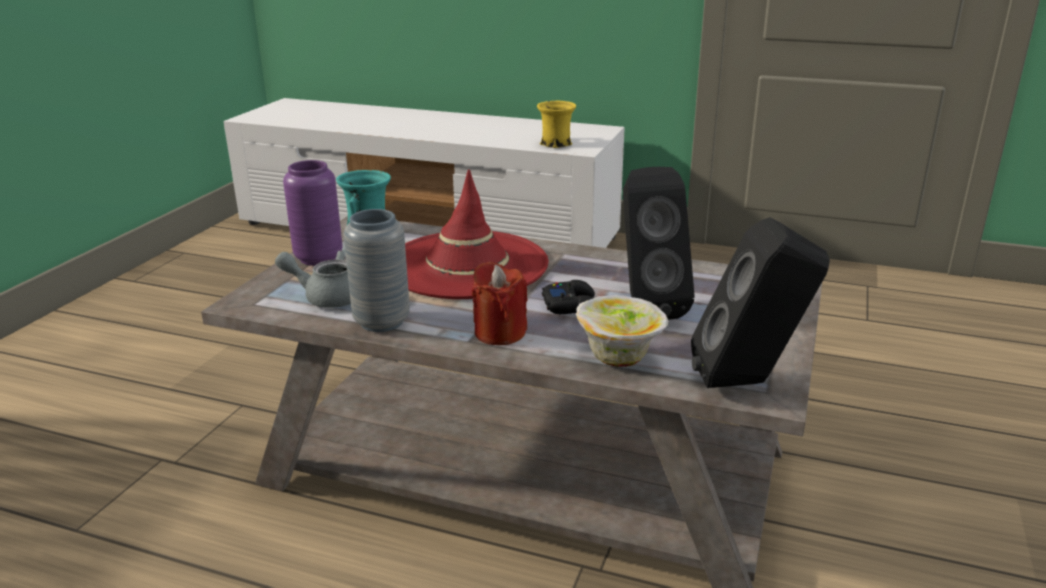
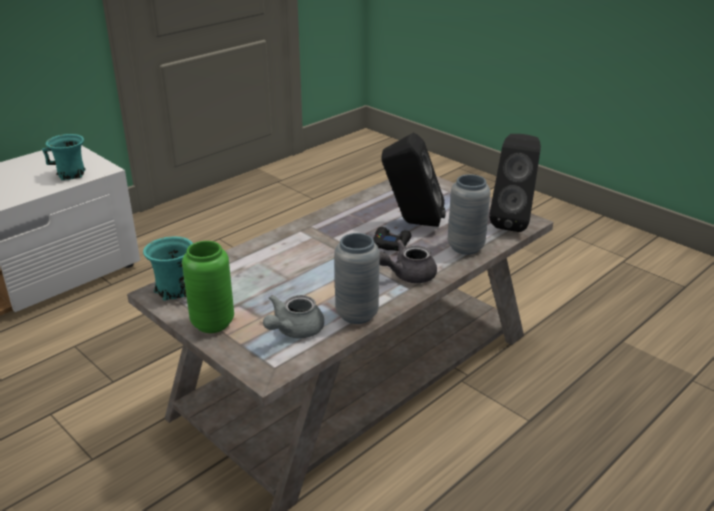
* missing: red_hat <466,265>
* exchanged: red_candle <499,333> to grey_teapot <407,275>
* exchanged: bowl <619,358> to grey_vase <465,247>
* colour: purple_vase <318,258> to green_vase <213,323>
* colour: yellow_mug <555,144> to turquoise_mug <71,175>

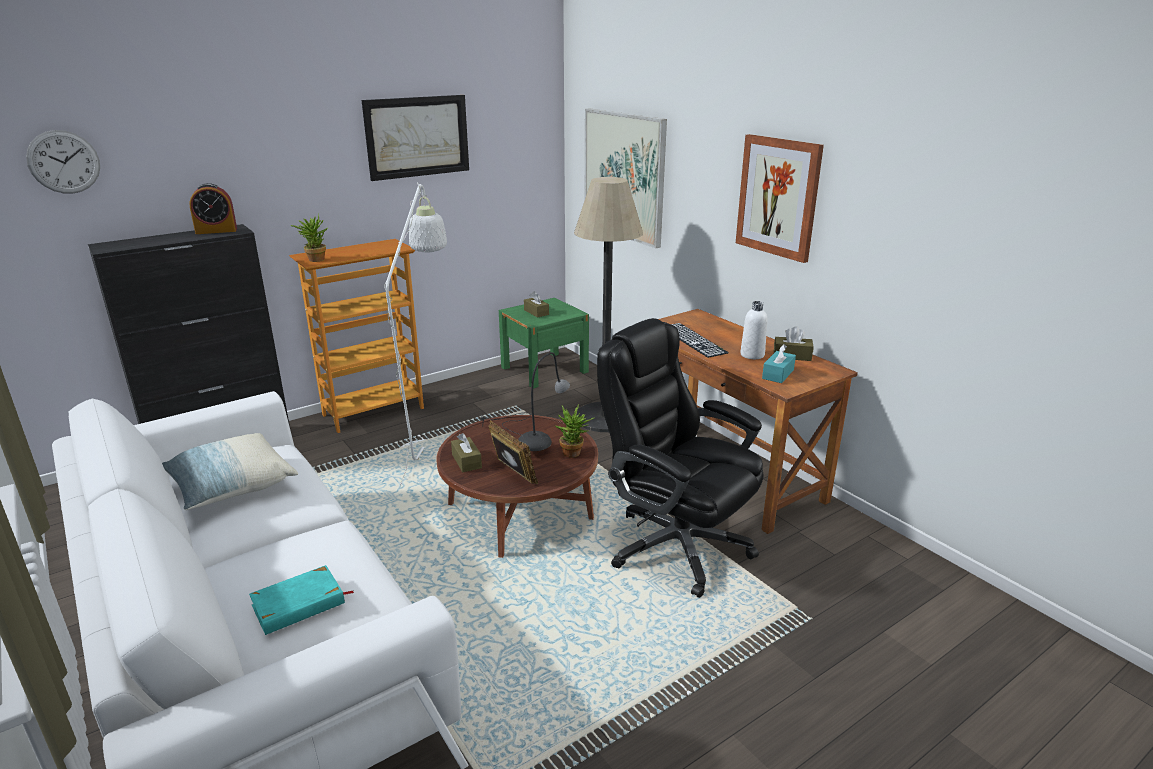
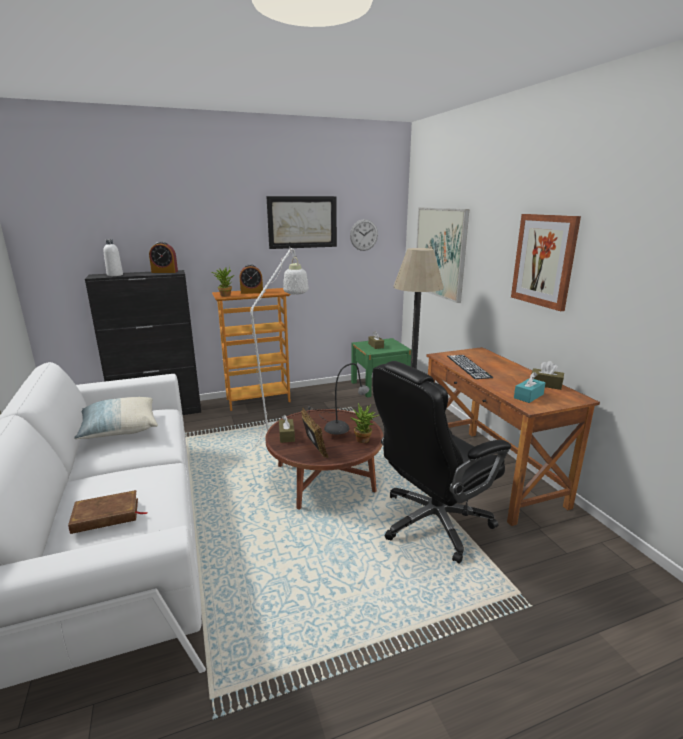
* appeared: alarm_clock <251,292>
* relocated: wall_clock <64,162> to <364,235>
* relocated: white_bottle <752,355> to <115,275>
* colour: turquoise_book <299,604> to brown_book <106,516>
* spun: black_office_chair <676,545> = <432,522> 90 degrees counterclockwise

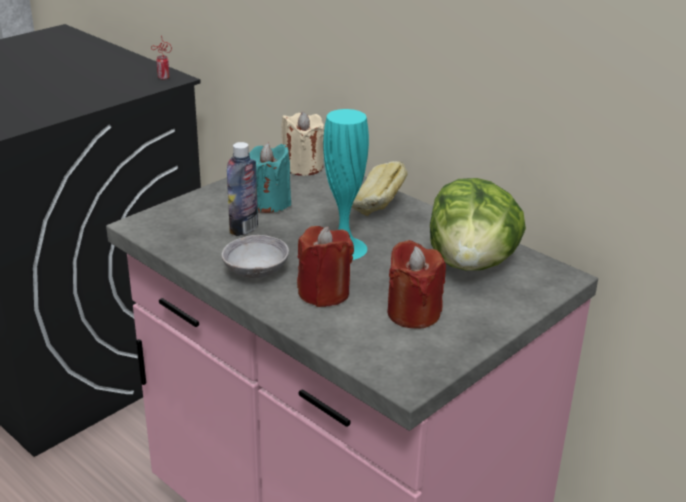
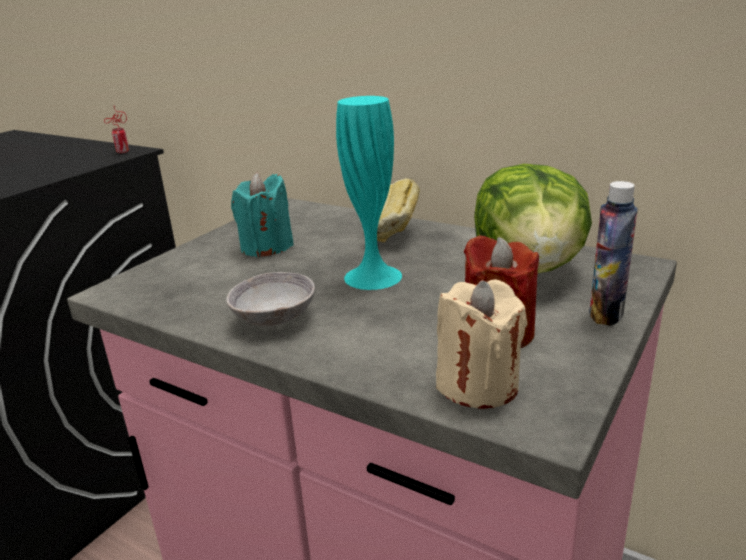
* missing: red_candle <324,293>
* relocated: bottle <244,228> to <606,313>
* relocated: beige_candle <302,167> to <478,385>

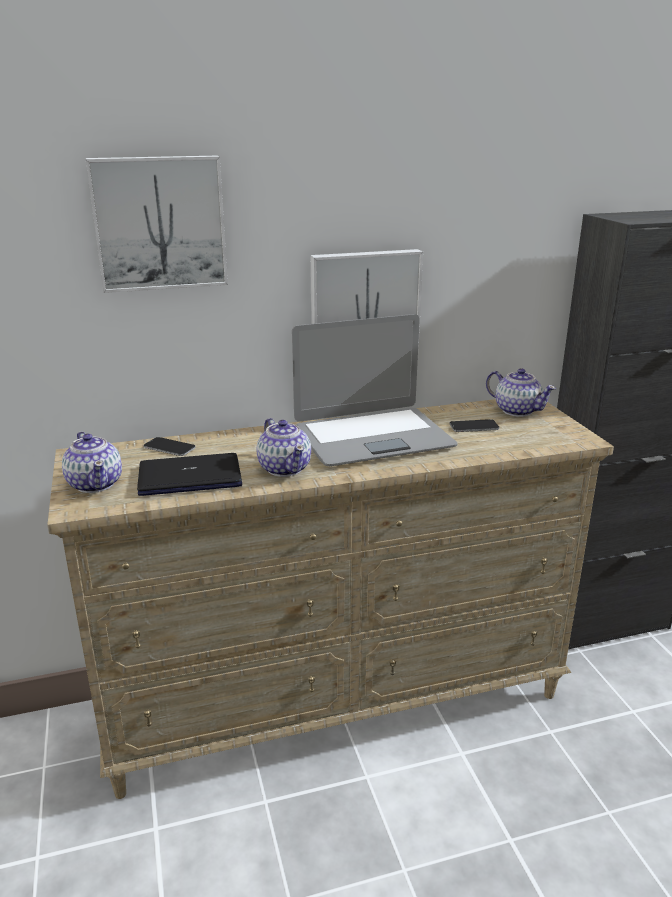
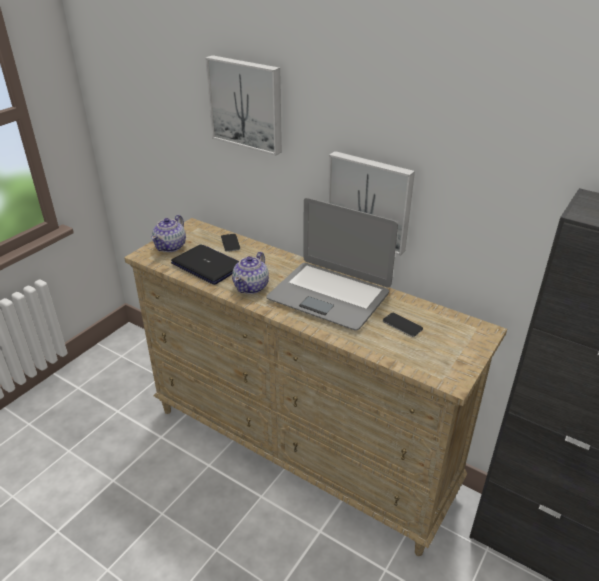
* missing: teapot <517,410>

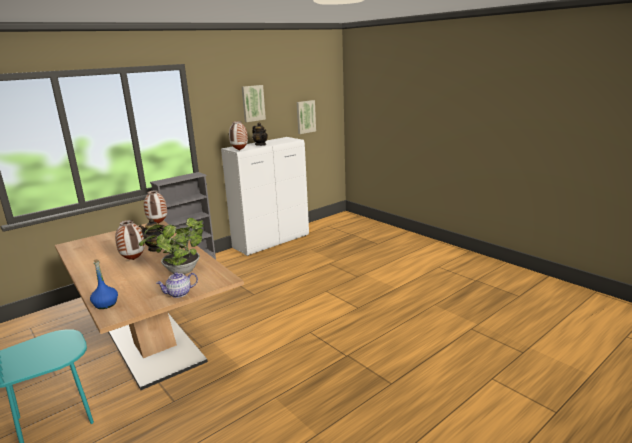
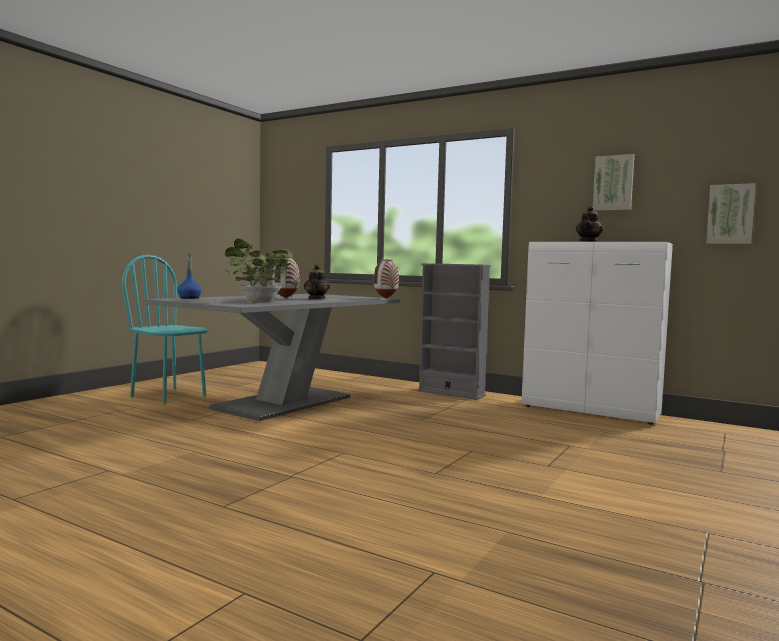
* missing: teapot <179,293>
* missing: vase <239,150>
* colour: brown_dining_table <155,346> to grey_dining_table <283,403>

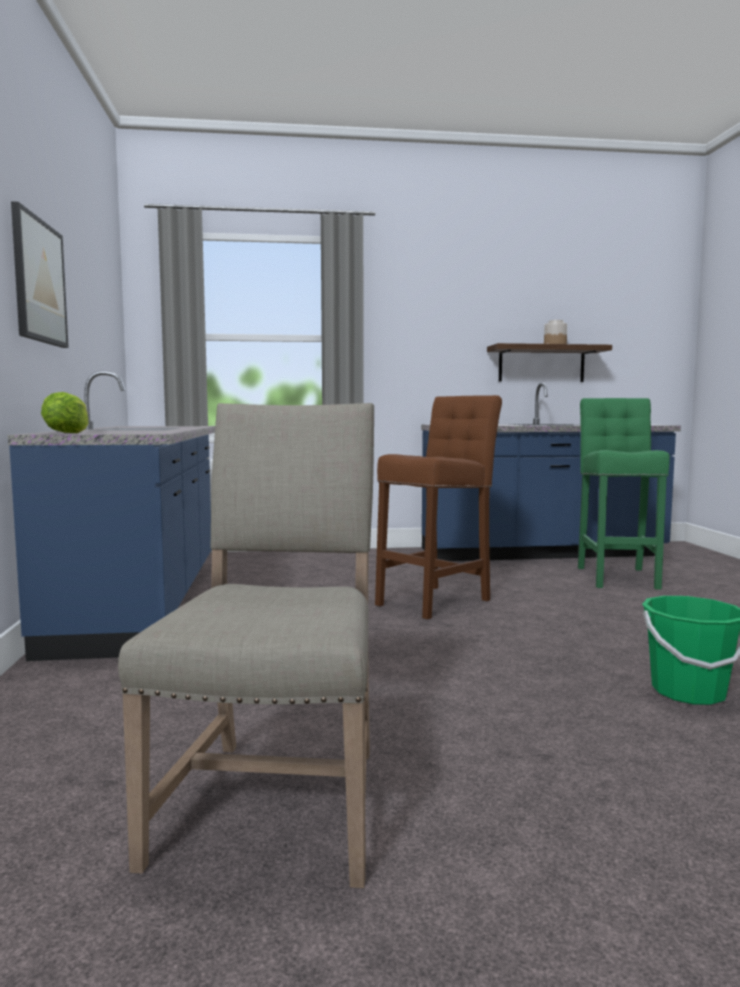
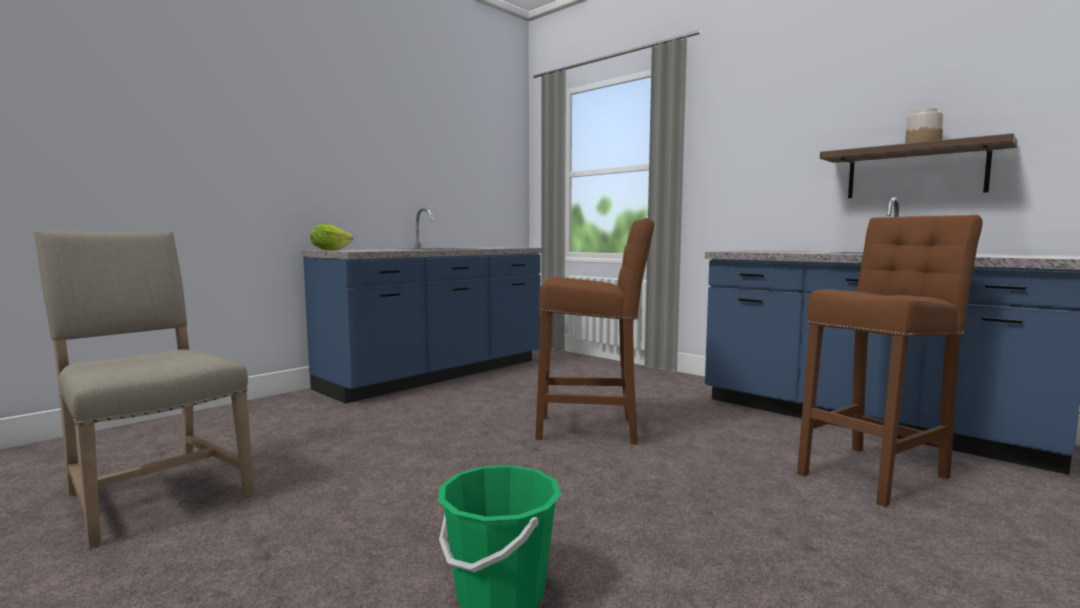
* missing: picture <39,281>
* colour: green_stool <617,576> to brown_stool <876,473>
* spun: beige_chair <277,799> = <152,493> 105 degrees counterclockwise

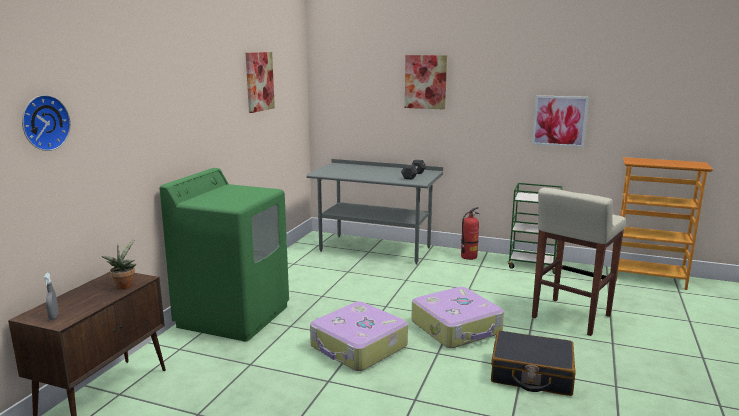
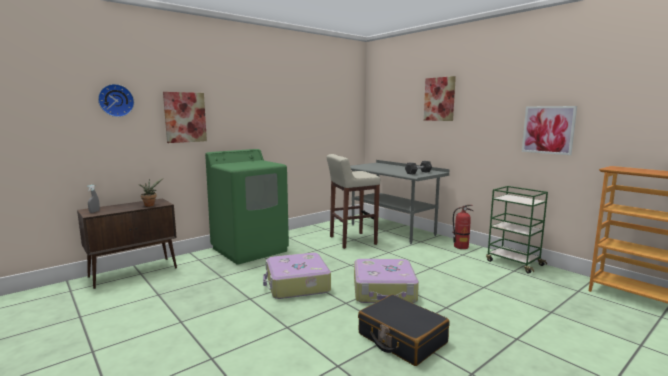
* relocated: picture <259,81> to <185,117>
* relocated: beige_stool <570,317> to <352,240>

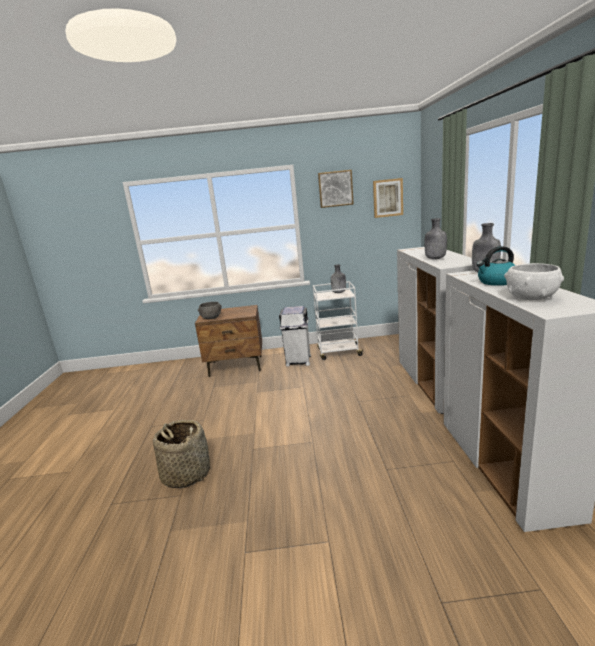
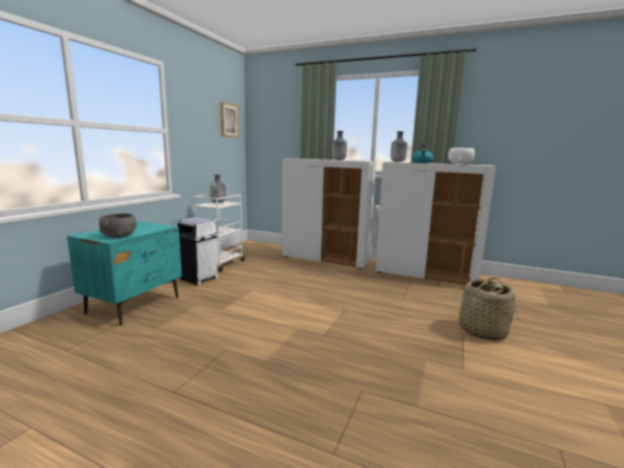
* missing: picture <335,189>
* relocated: basket <186,474> to <481,331>
* colour: brown_nightstand <236,366> to turquoise_nightstand <135,305>

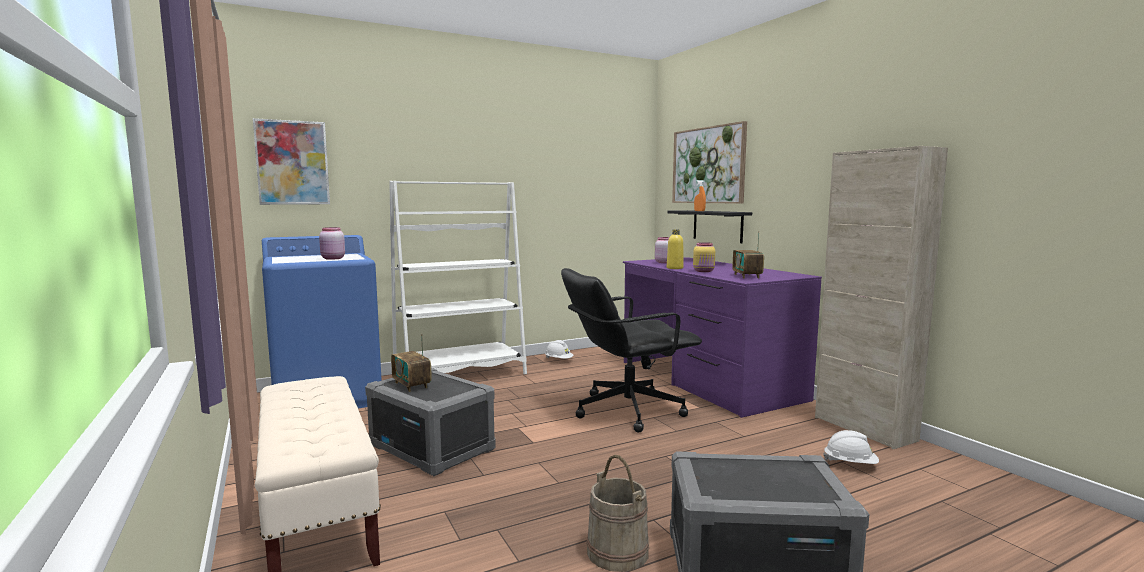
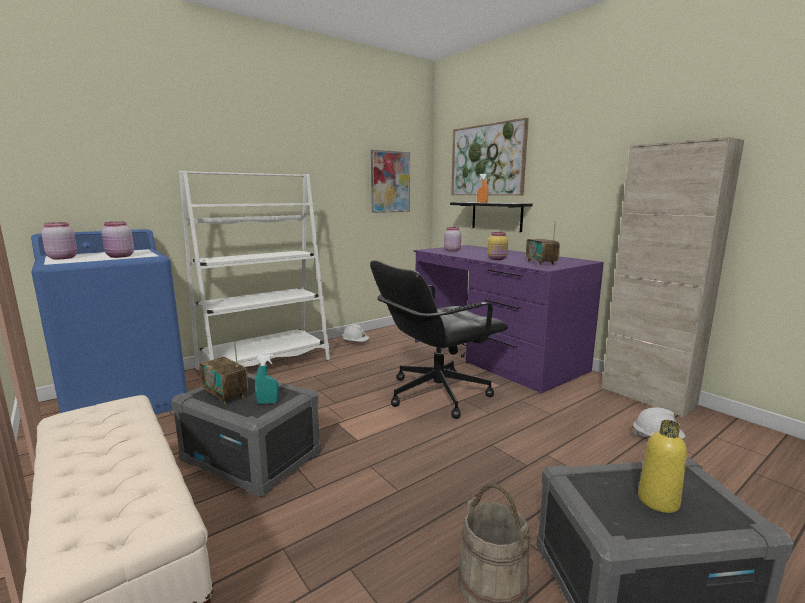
* appeared: pink_jar <62,258>
* appeared: turquoise_spray_bottle <268,402>
* relocated: picture <292,163> to <390,182>
* relocated: yellow_bottle <674,268> to <658,501>

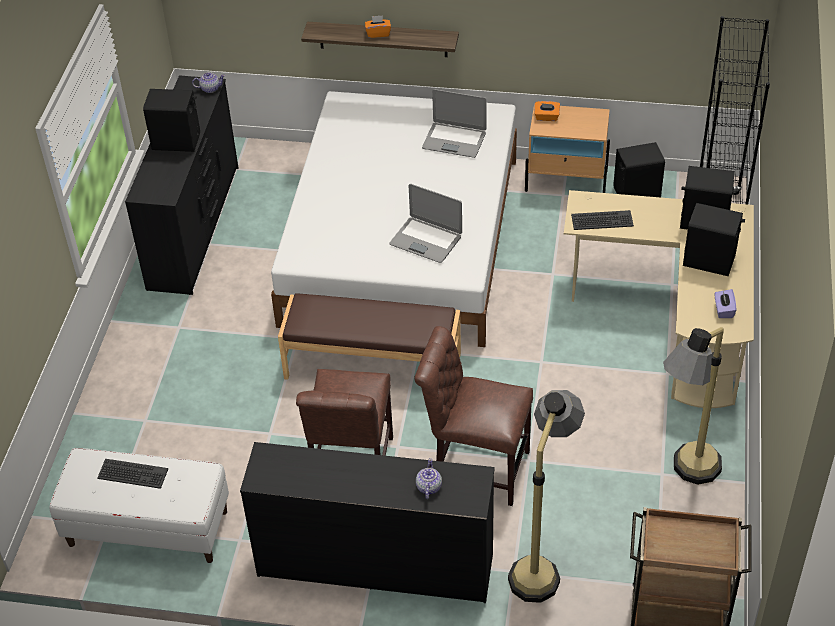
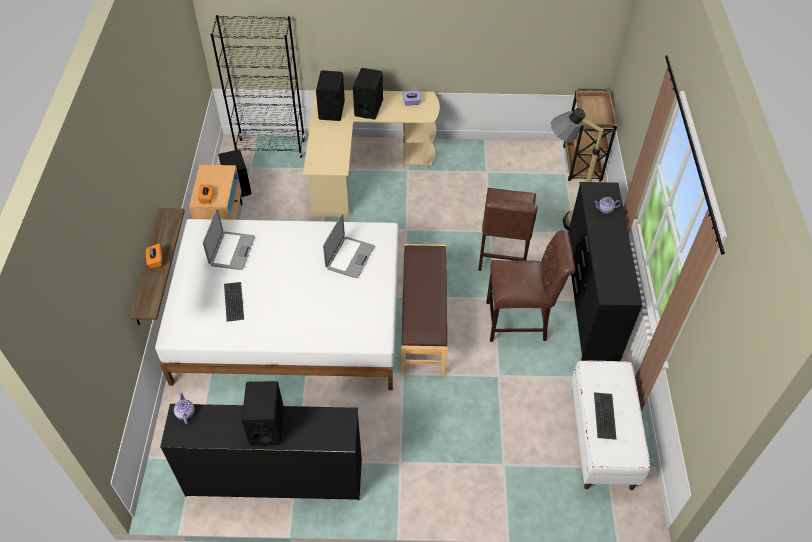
* missing: floor_lamp <684,479>
* relocated: keyboard <602,221> to <234,301>

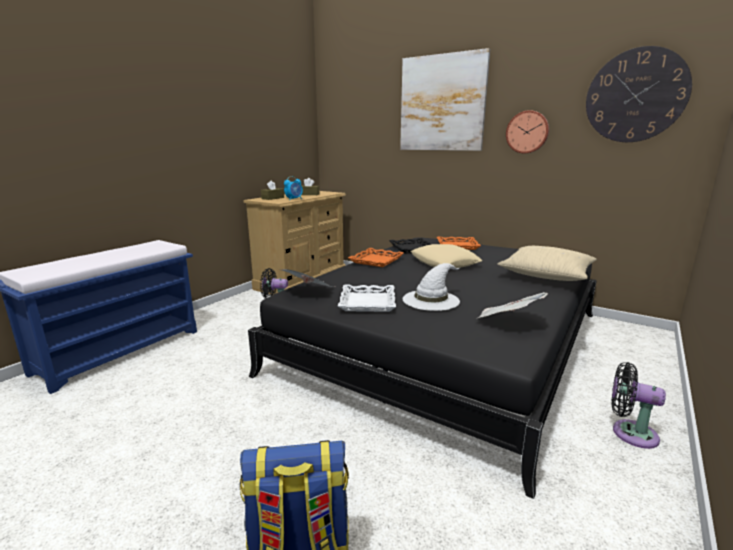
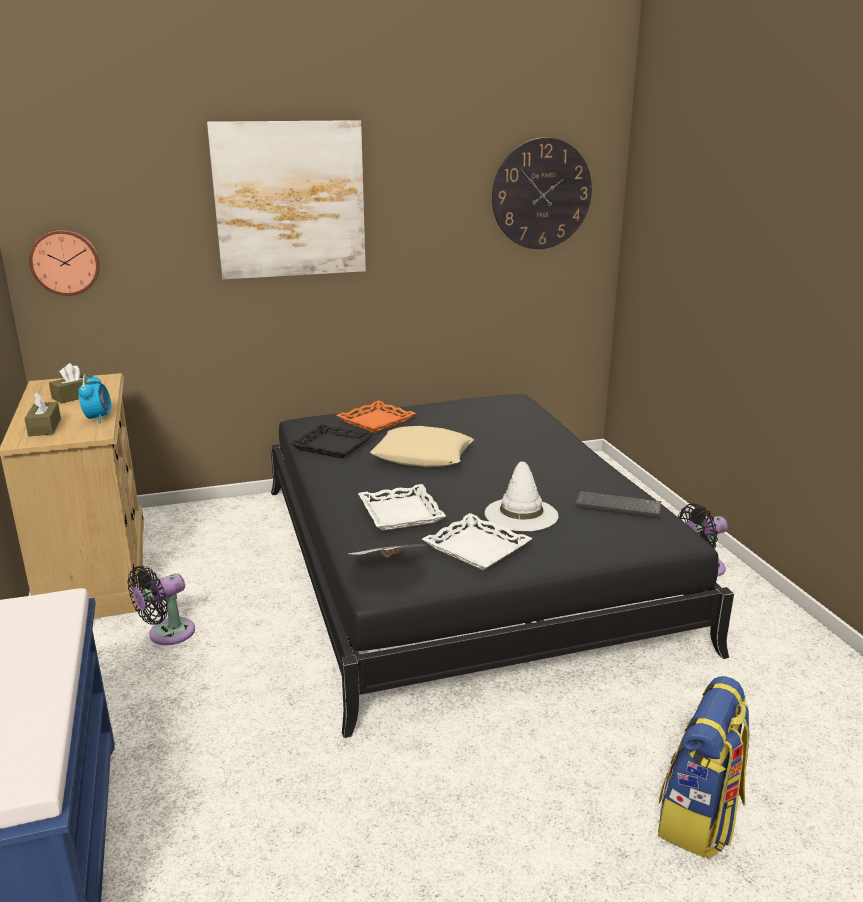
* missing: orange_tray <376,261>
* missing: beige_pillow <546,274>
* appeared: white_tray <401,513>
* relocated: wall_clock <527,132> to <65,262>
* exchanged: newspaper <507,321> to keyboard <616,507>

